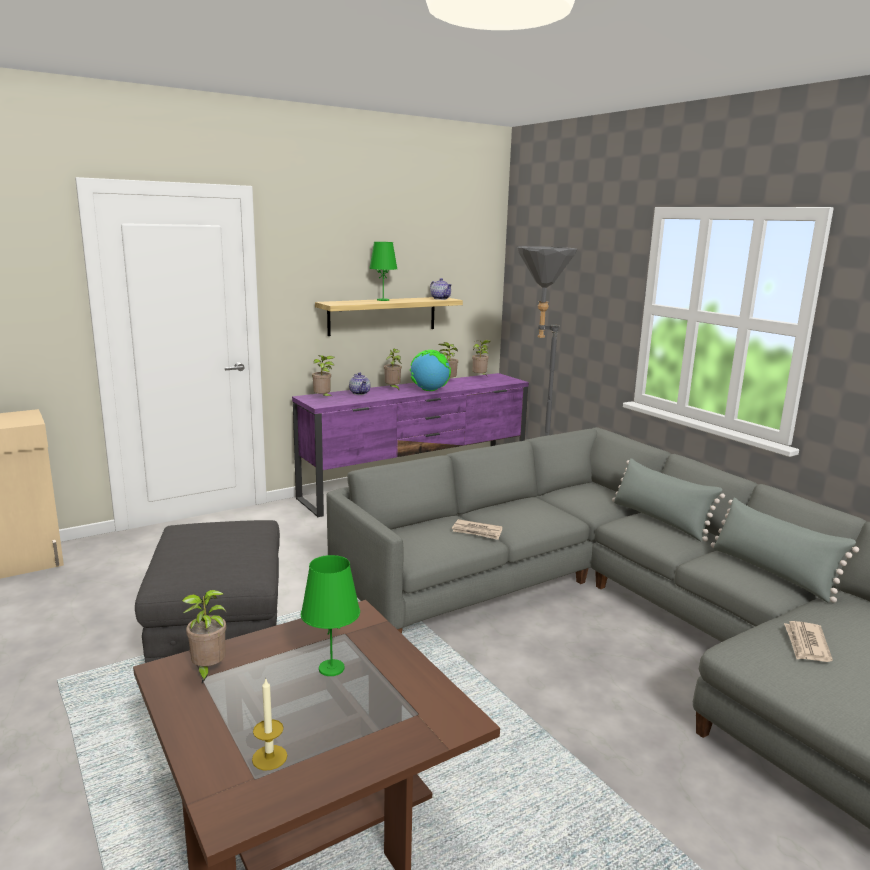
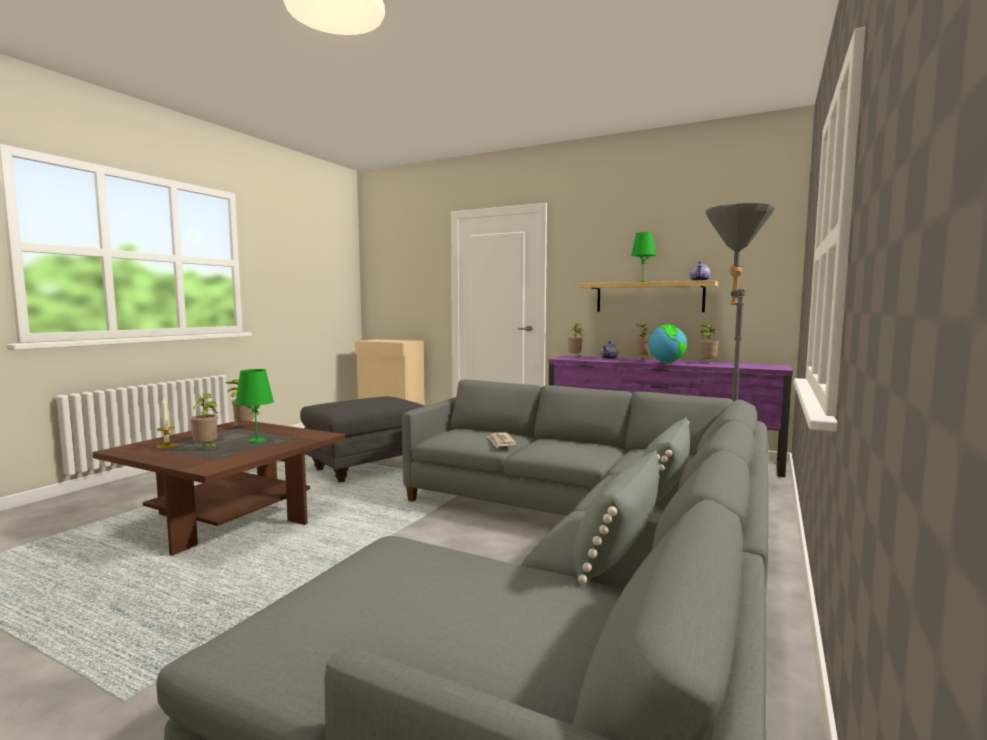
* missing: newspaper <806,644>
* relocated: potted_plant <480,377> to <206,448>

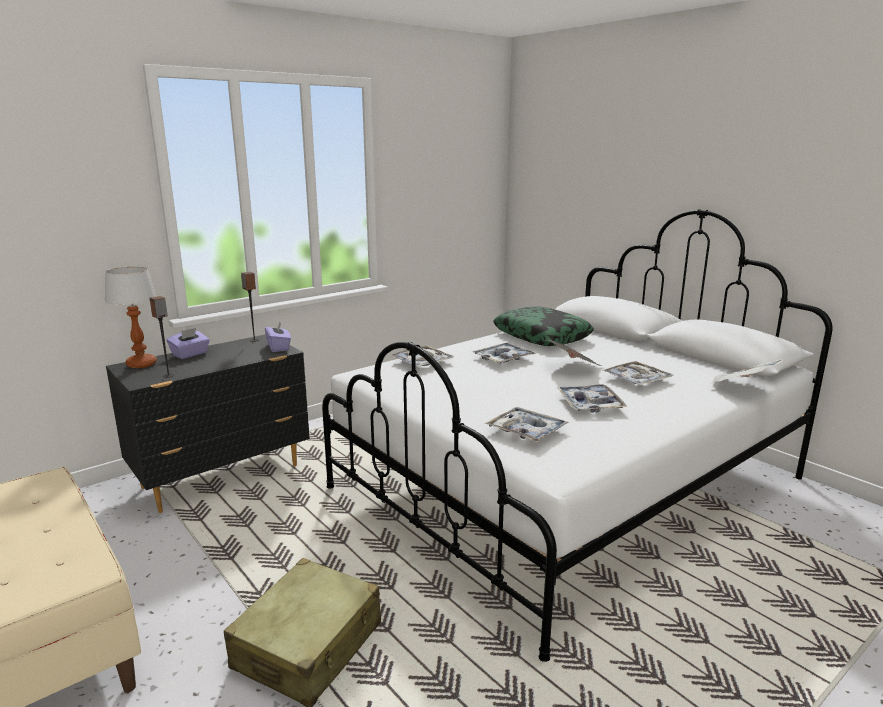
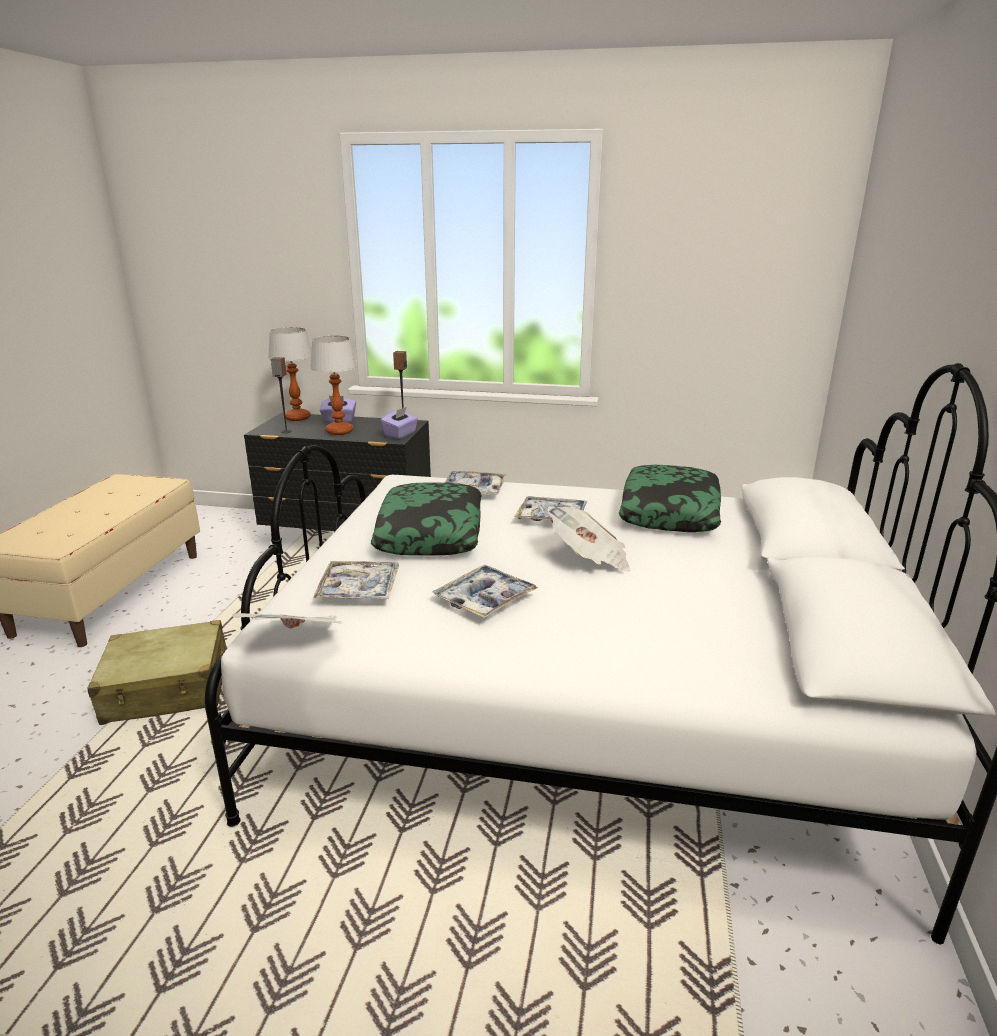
* missing: tray <636,379>
* appeared: table_lamp <339,431>
* appeared: pillow <431,533>
* relocated: newspaper <741,388> to <297,642>

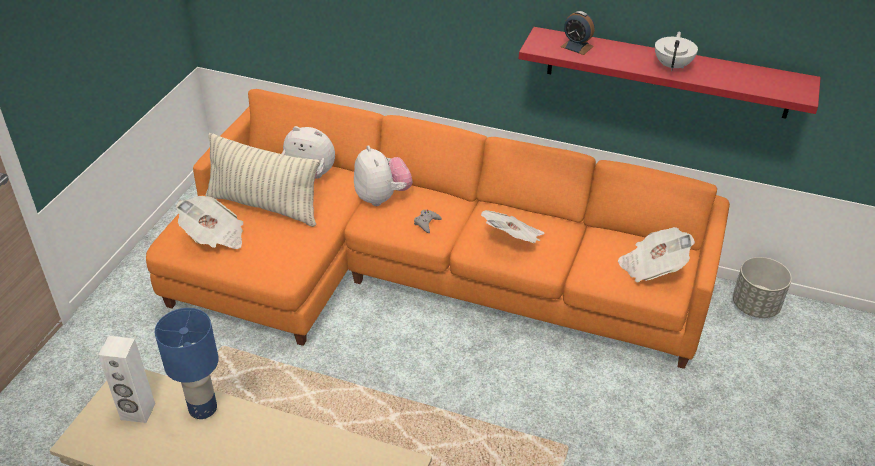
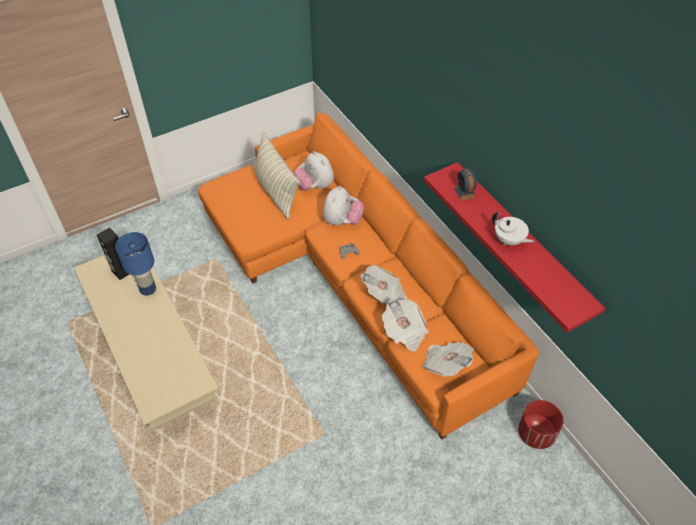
* relocated: newspaper <214,237> to <404,332>
* colour: white_speaker <137,412> to black_speaker <121,272>
* colour: grey_planter <755,306> to red_planter <536,434>
* spun: white_teapot <673,66> = <509,240> 75 degrees clockwise

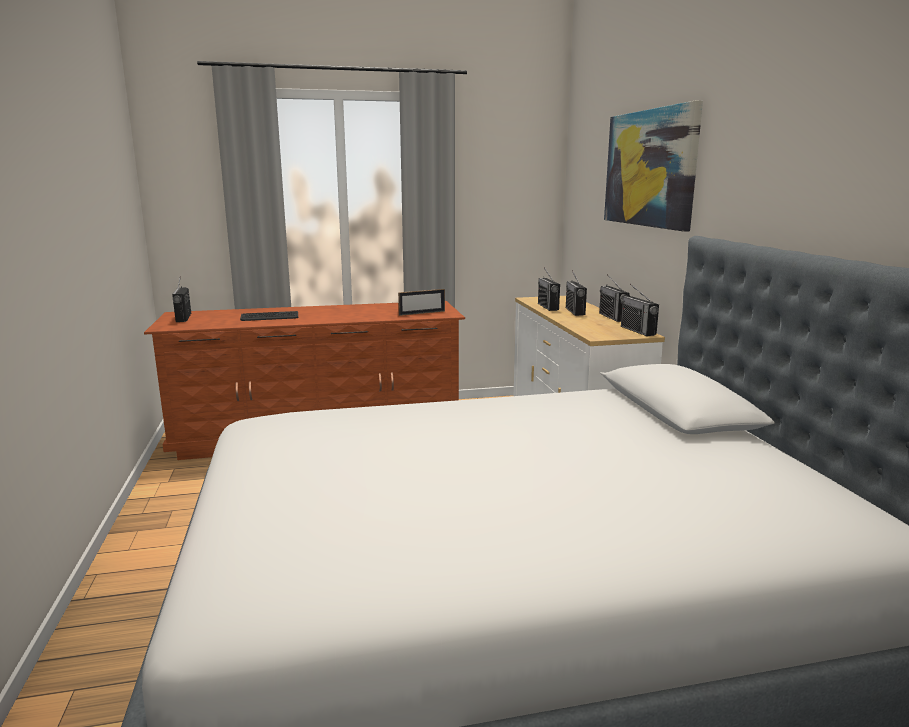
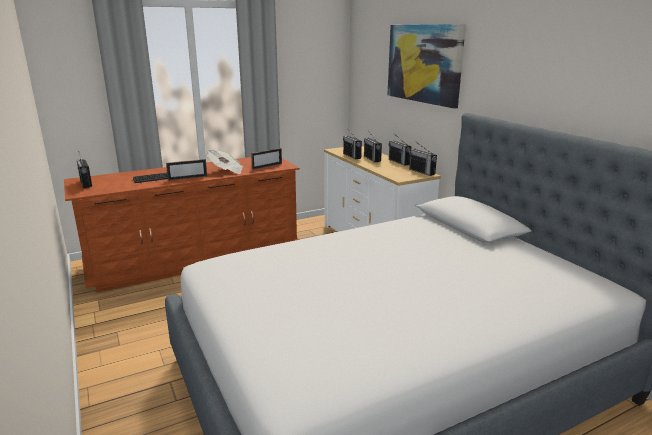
* appeared: picture_frame <187,178>
* appeared: newspaper <226,171>

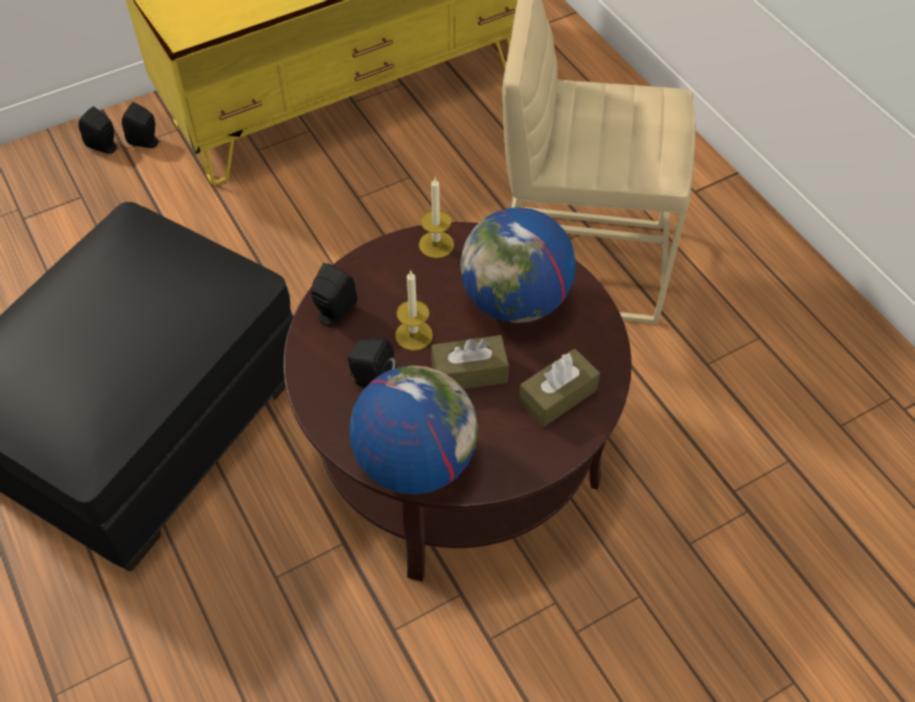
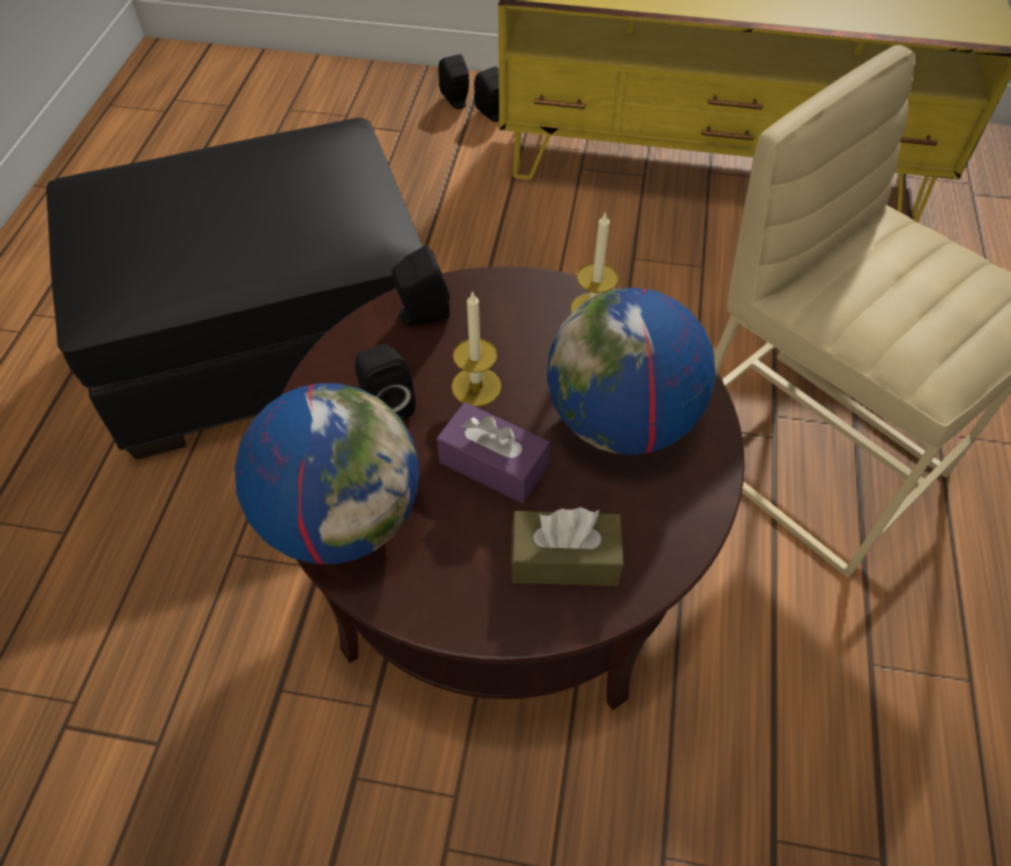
* colour: brown_tissue_box <469,372> to purple_tissue_box <493,464>

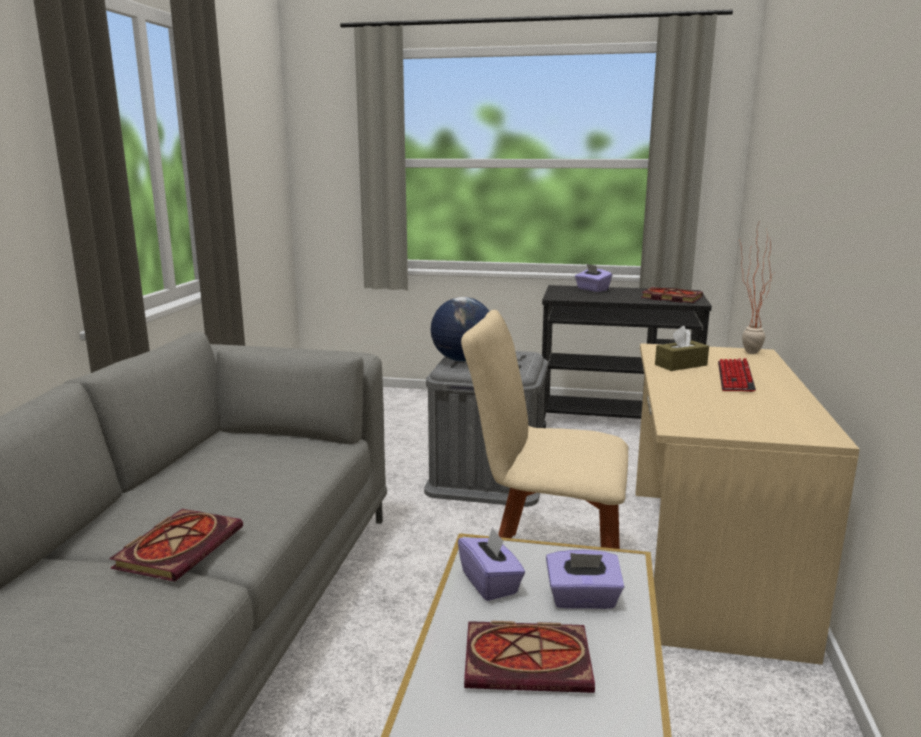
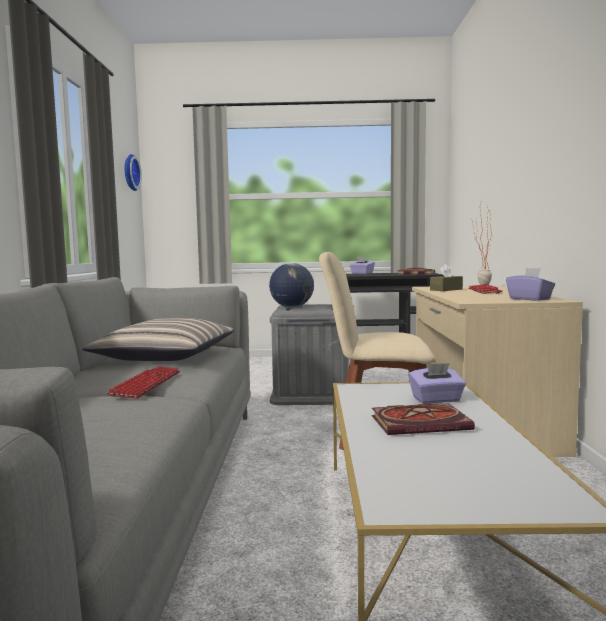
* appeared: pillow <165,356>
* appeared: wall_clock <129,172>
* relocated: purple_tissue_box <490,583> to <529,299>
* exchanged: book <180,546> to keyboard <147,384>

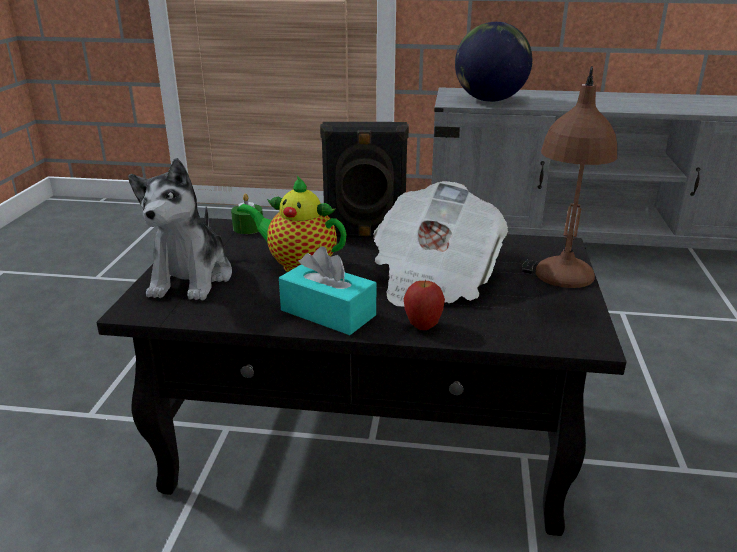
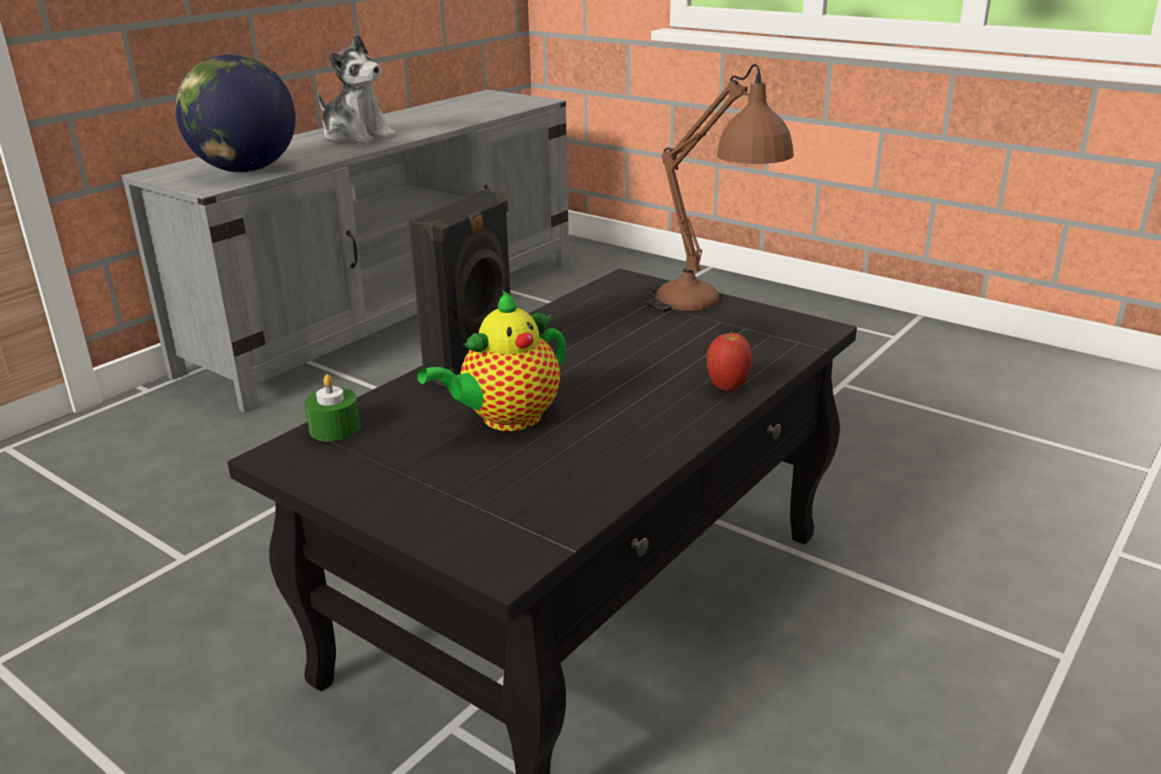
* missing: turquoise_tissue_box <328,313>
* missing: newspaper <433,278>
* relocated: plush_toy <191,278> to <357,136>

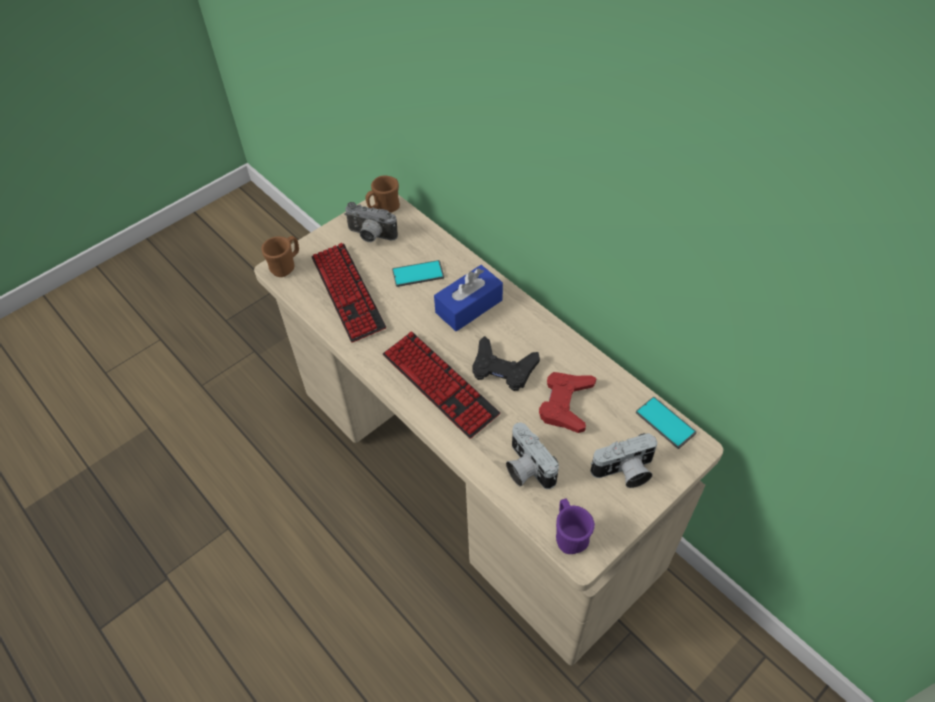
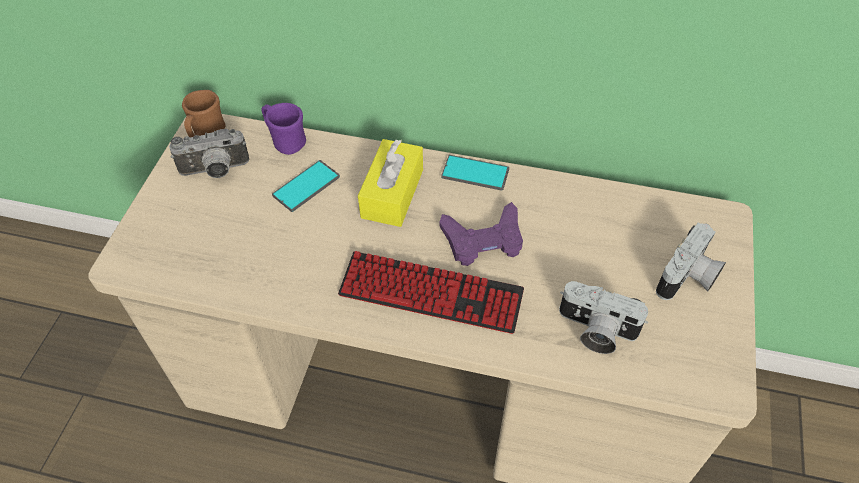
* missing: brown_mug <286,266>
* missing: keyboard <347,293>
* missing: red_game_controller <566,404>
* relocated: purple_mug <569,535> to <285,141>
* relocated: phone <665,423> to <475,173>
* colour: blue_tissue_box <469,306> to yellow_tissue_box <392,193>
* colour: black_game_controller <503,368> to purple_game_controller <483,240>

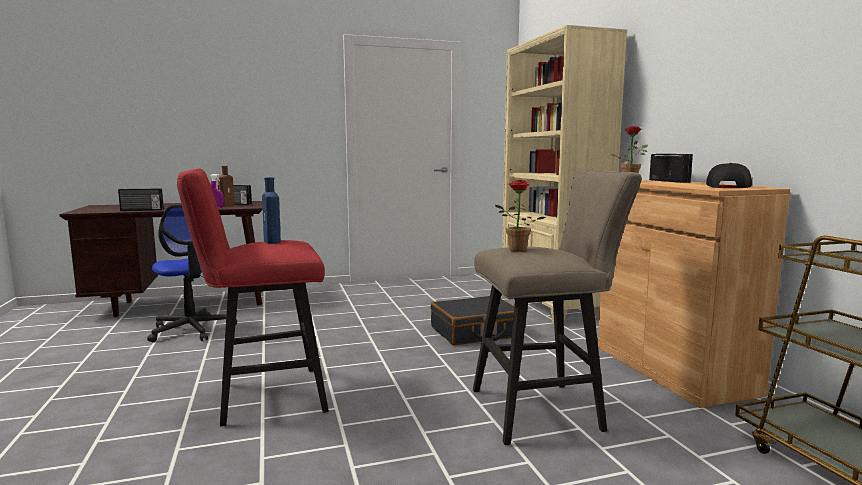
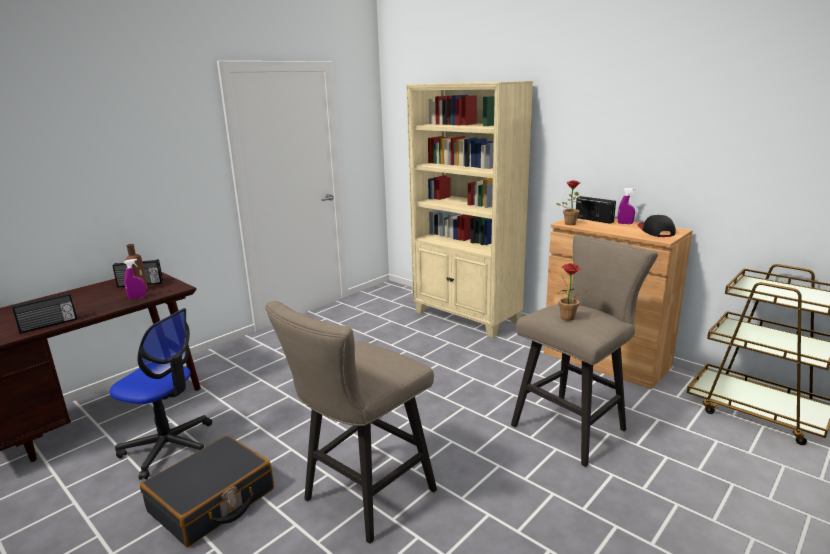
* missing: blue_bottle <272,242>
* appeared: purple_spray_bottle <625,223>
* relocated: black_suitcase <475,332> to <212,501>
* colour: red_stool <262,397> to beige_stool <362,499>

